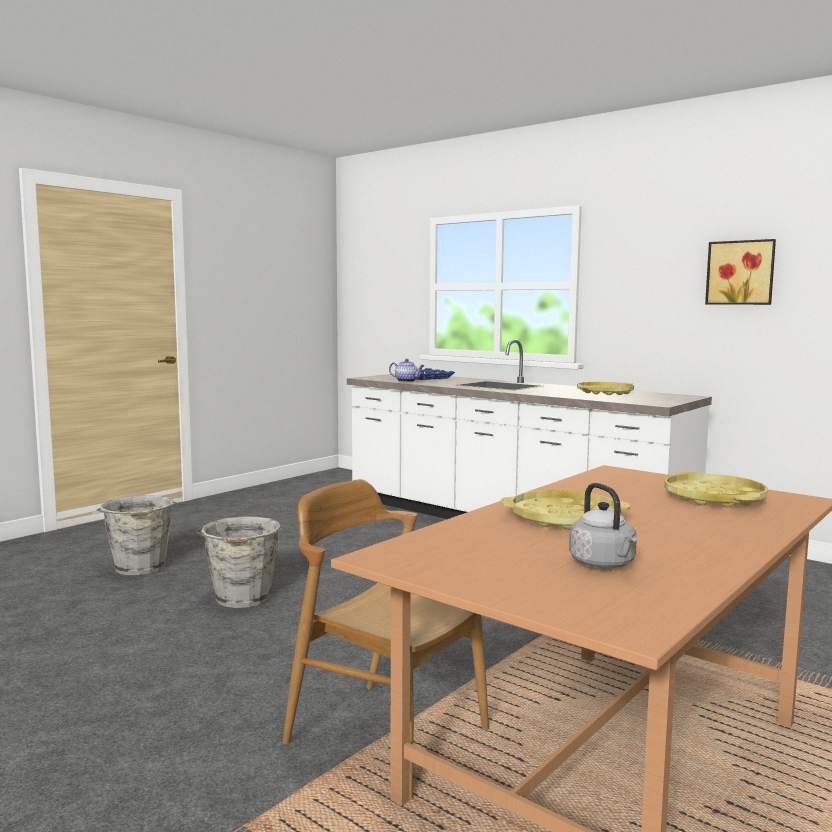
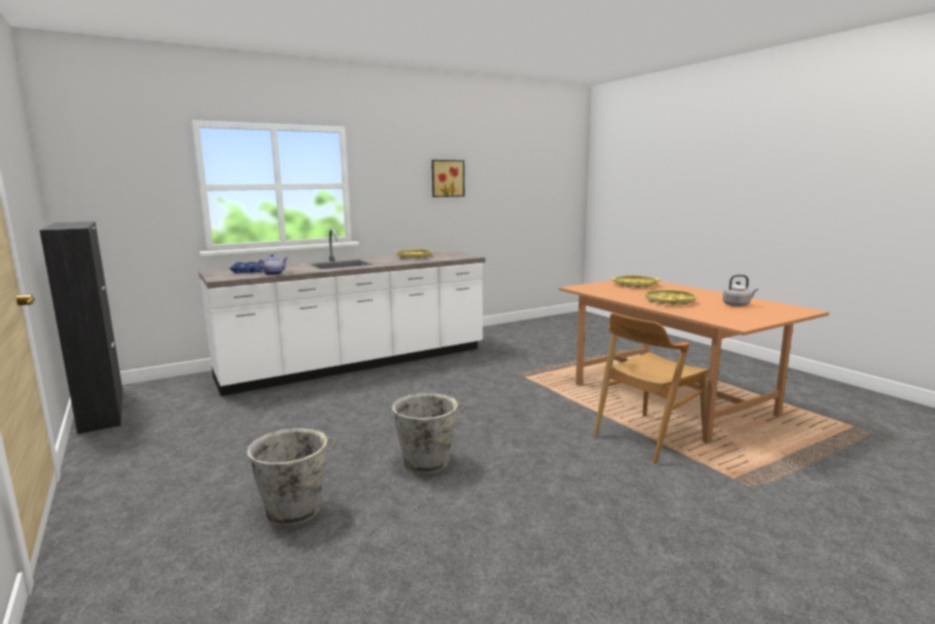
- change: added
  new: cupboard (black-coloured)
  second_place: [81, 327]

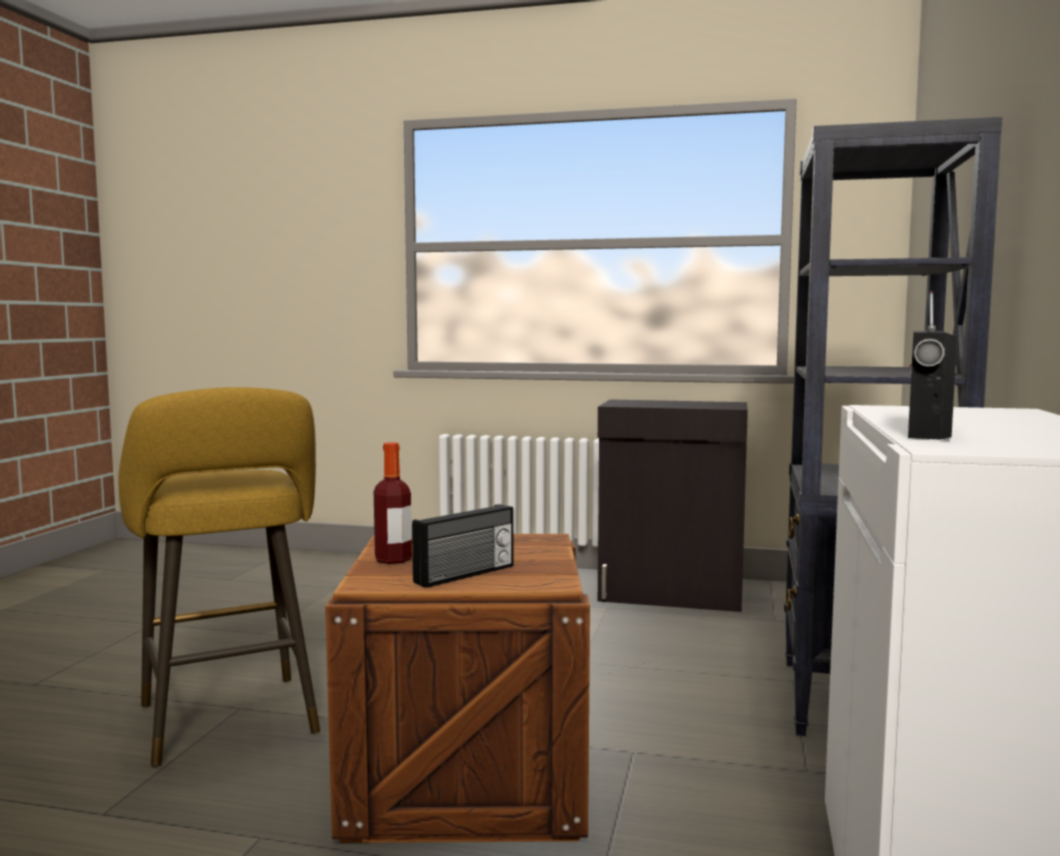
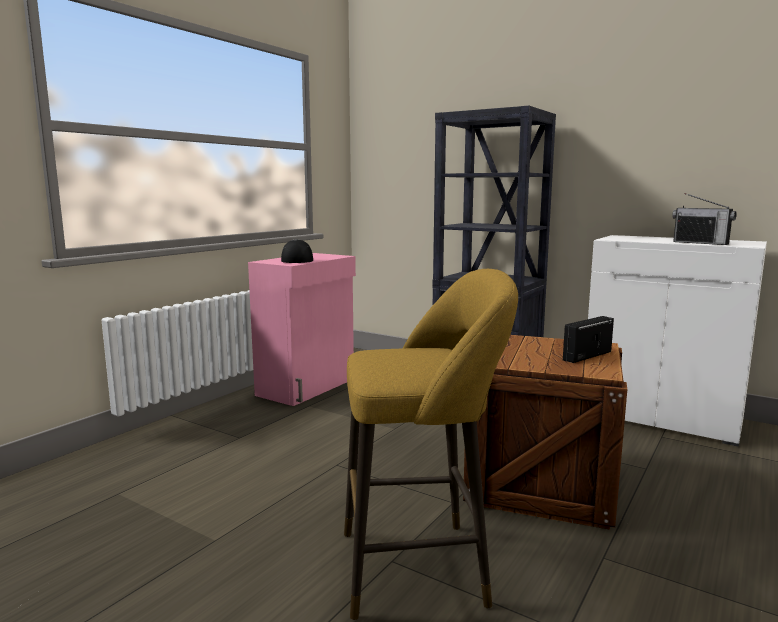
- change: removed
  old: beverage bottle
  first_place: [393, 503]
- change: added
  new: peaked cap
  second_place: [297, 251]
- change: recoloured
  old: cupboard (black-coloured)
  new: cupboard (pink)
  first_place: [673, 505]
  second_place: [302, 329]
- change: turned
  old: radio
  first_place: [463, 546]
  second_place: [588, 339]
  degrees: -105

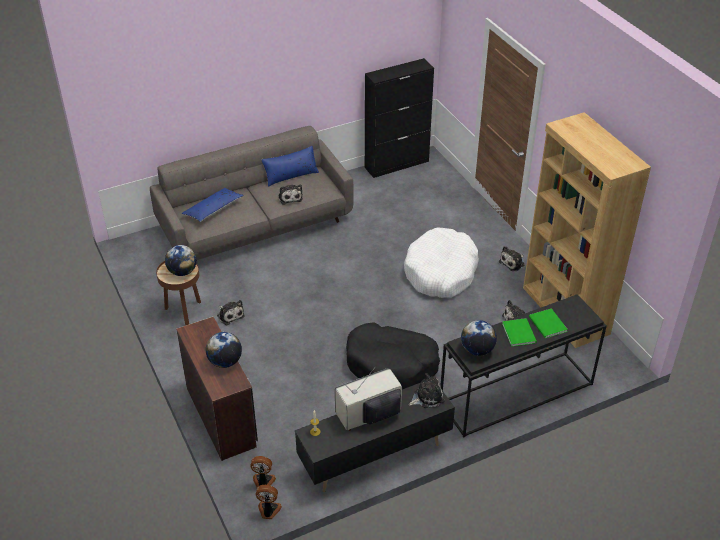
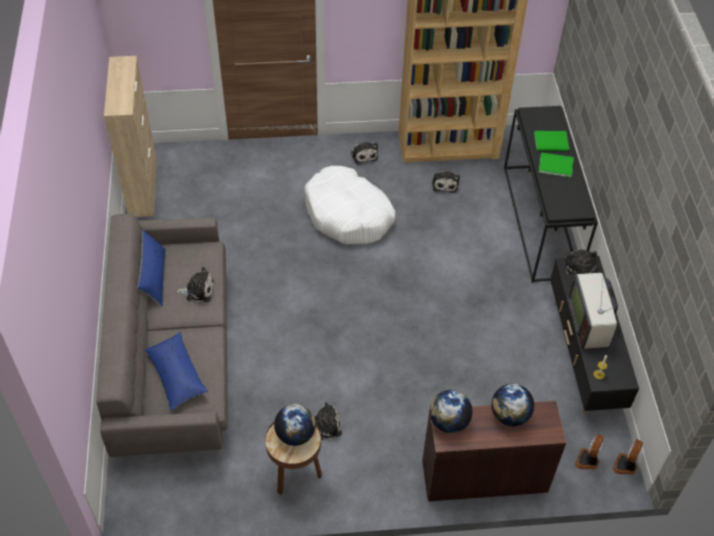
- change: removed
  old: dog cushion (black-coloured)
  first_place: [393, 355]
- change: moved
  old: world globe
  first_place: [479, 338]
  second_place: [451, 411]
- change: recoloured
  old: cupboard (black-coloured)
  new: cupboard (beige-coloured)
  first_place: [399, 118]
  second_place: [130, 136]

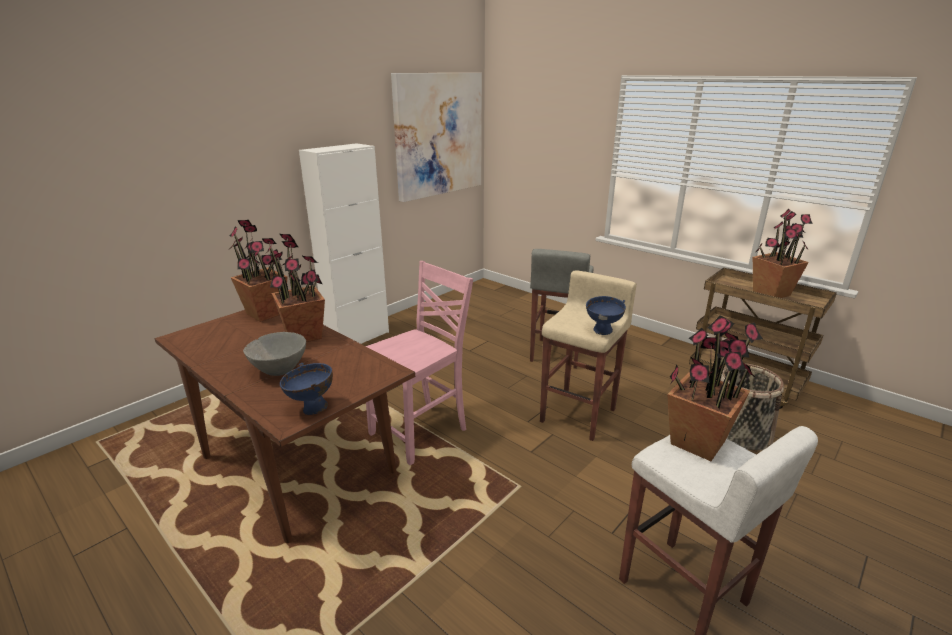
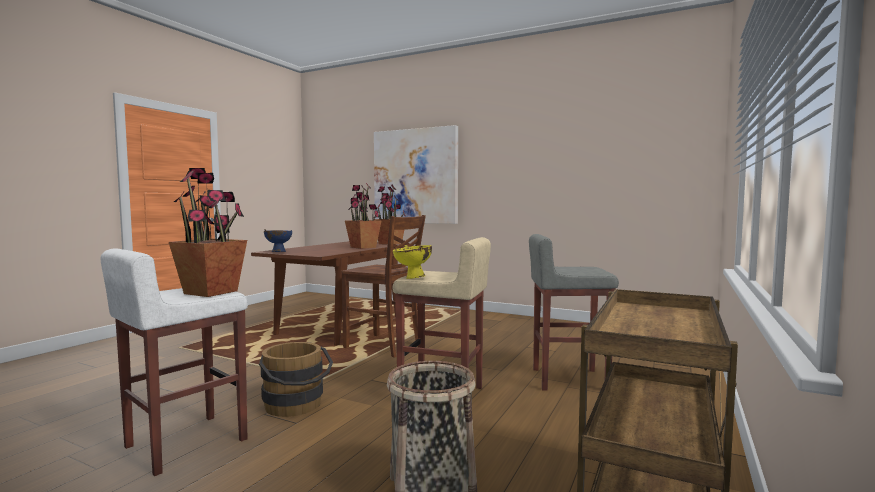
- change: removed
  old: deep dish (grey)
  first_place: [274, 354]
- change: removed
  old: cupboard (white-coloured)
  first_place: [344, 243]
- change: removed
  old: potted plant
  first_place: [783, 253]
- change: added
  new: bucket (brown-coloured)
  second_place: [296, 379]
- change: moved
  old: wall picture
  first_place: [436, 137]
  second_place: [416, 174]
- change: recoloured
  old: chair (pink)
  new: chair (brown-coloured)
  first_place: [419, 363]
  second_place: [383, 286]
- change: recoloured
  old: deep dish (blue)
  new: deep dish (yellow-coloured)
  first_place: [606, 315]
  second_place: [412, 262]

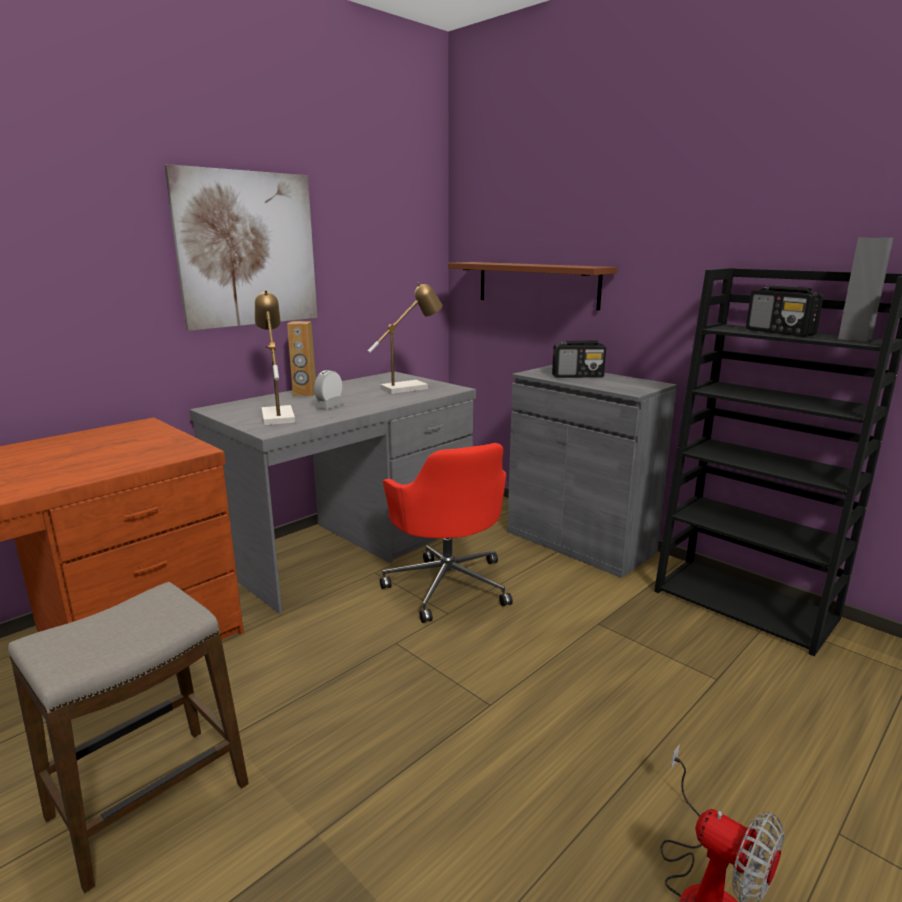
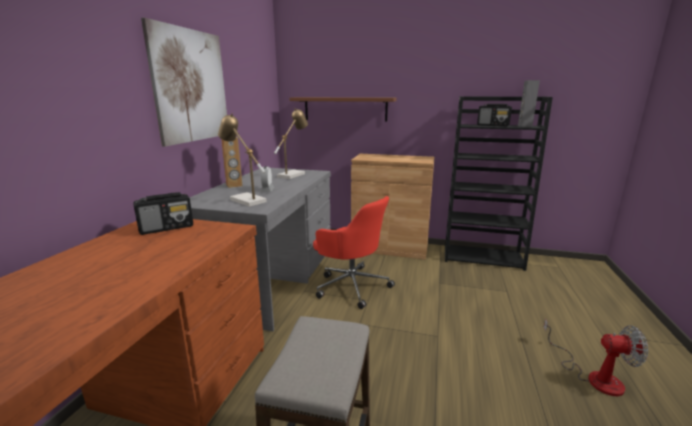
- change: moved
  old: radio
  first_place: [579, 359]
  second_place: [163, 213]
- change: recoloured
  old: cupboard (grey)
  new: cupboard (brown-coloured)
  first_place: [592, 471]
  second_place: [392, 206]

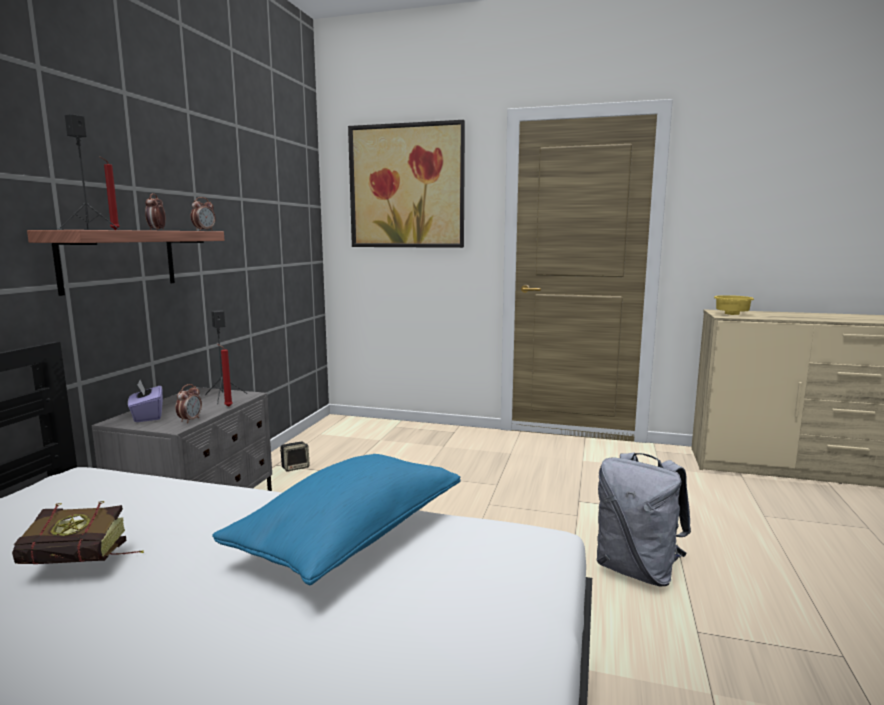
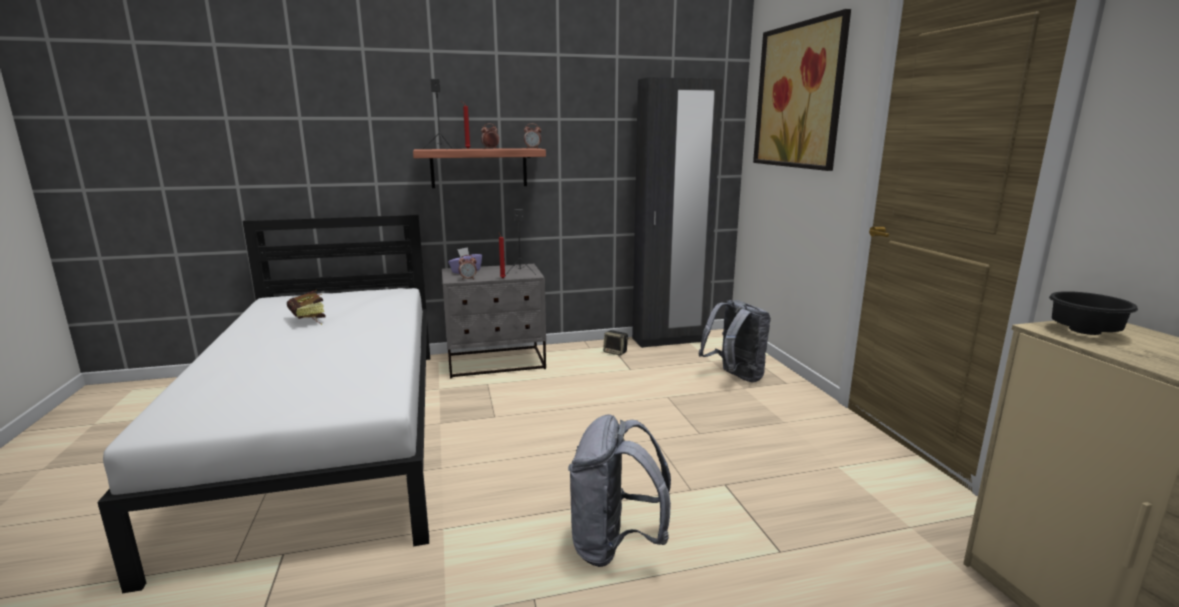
- change: removed
  old: throw pillow (blue)
  first_place: [336, 519]
- change: added
  new: wardrobe (black-coloured)
  second_place: [677, 212]
- change: added
  new: rucksack (grey)
  second_place: [735, 341]
- change: recoloured
  old: deep dish (yellow-coloured)
  new: deep dish (black-coloured)
  first_place: [734, 305]
  second_place: [1093, 313]

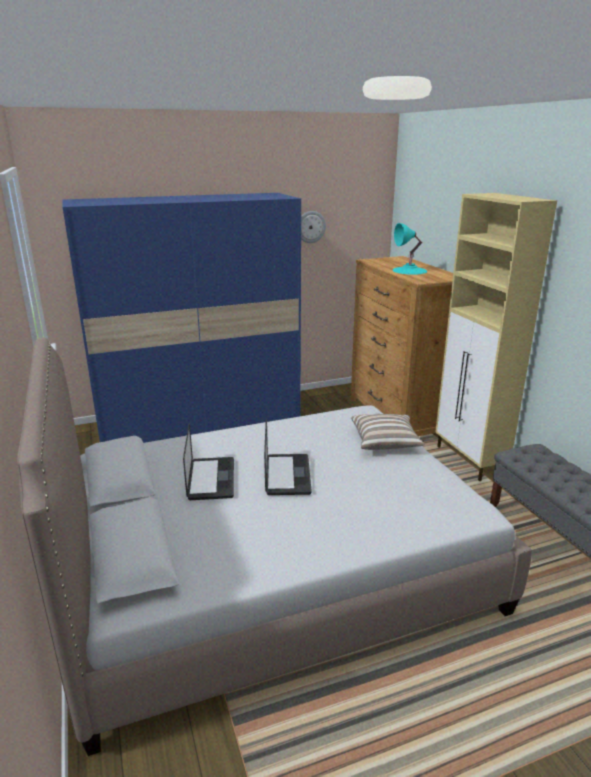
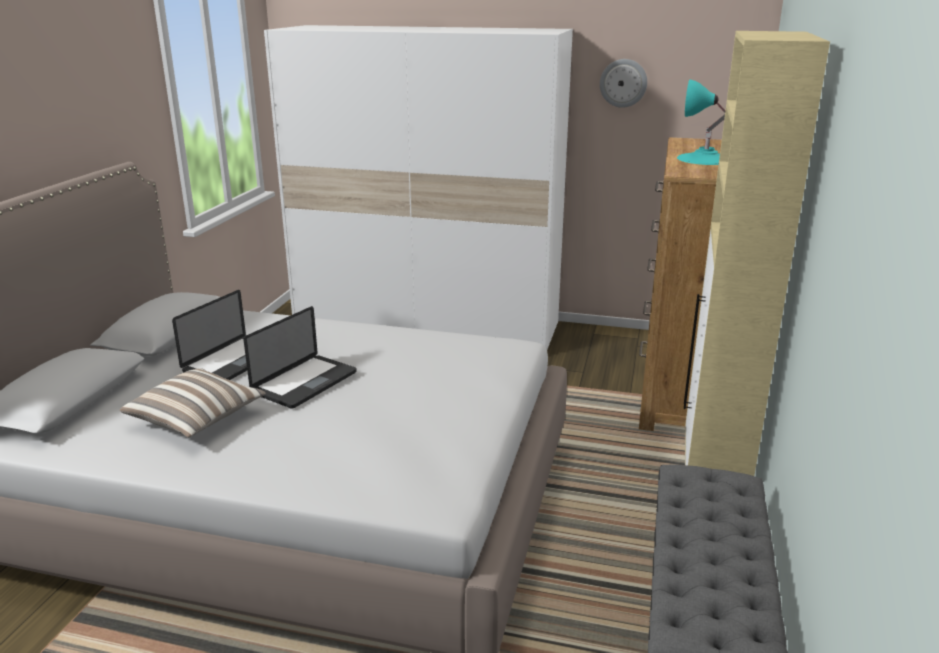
- change: moved
  old: throw pillow
  first_place: [388, 432]
  second_place: [193, 403]
- change: recoloured
  old: wardrobe (blue)
  new: wardrobe (white-coloured)
  first_place: [181, 318]
  second_place: [418, 187]

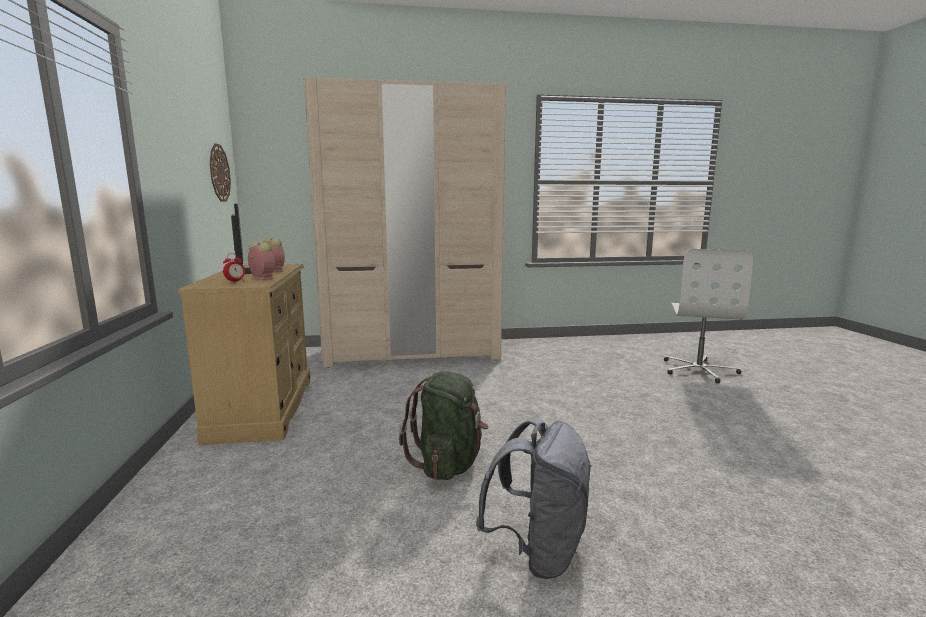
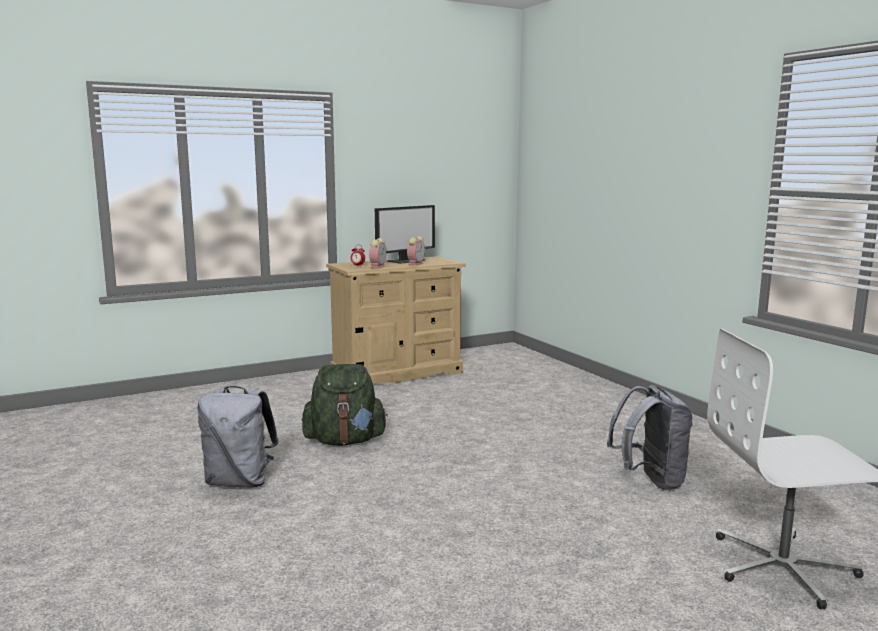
- change: removed
  old: hanging clock
  first_place: [220, 172]
- change: removed
  old: wardrobe (beige-coloured)
  first_place: [405, 222]
- change: added
  new: rucksack (grey)
  second_place: [650, 437]

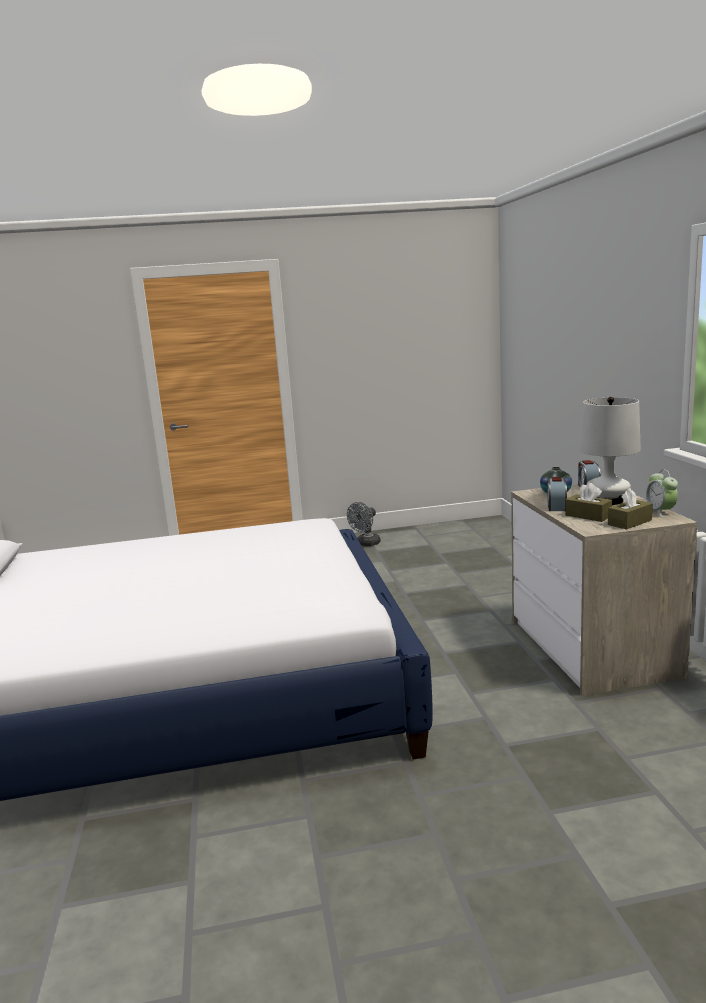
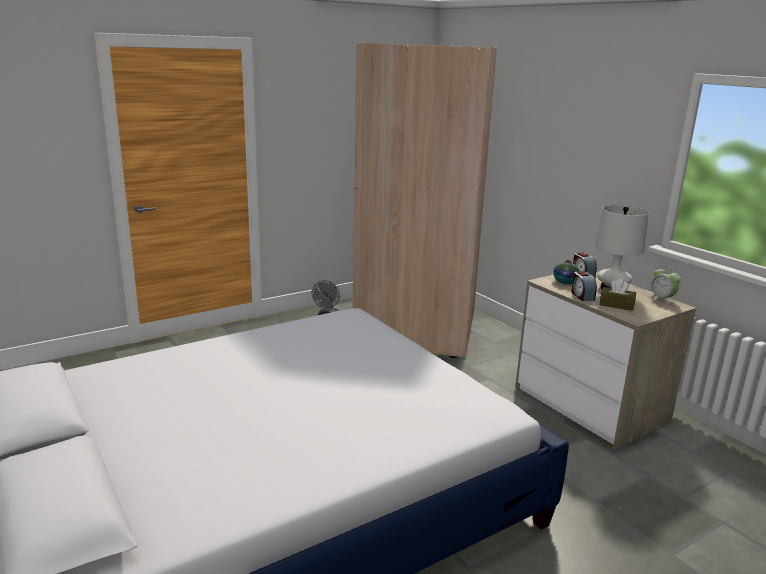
- change: removed
  old: box of tissues (brown-coloured)
  first_place: [630, 509]
- change: added
  new: wardrobe (beige-coloured)
  second_place: [425, 200]

